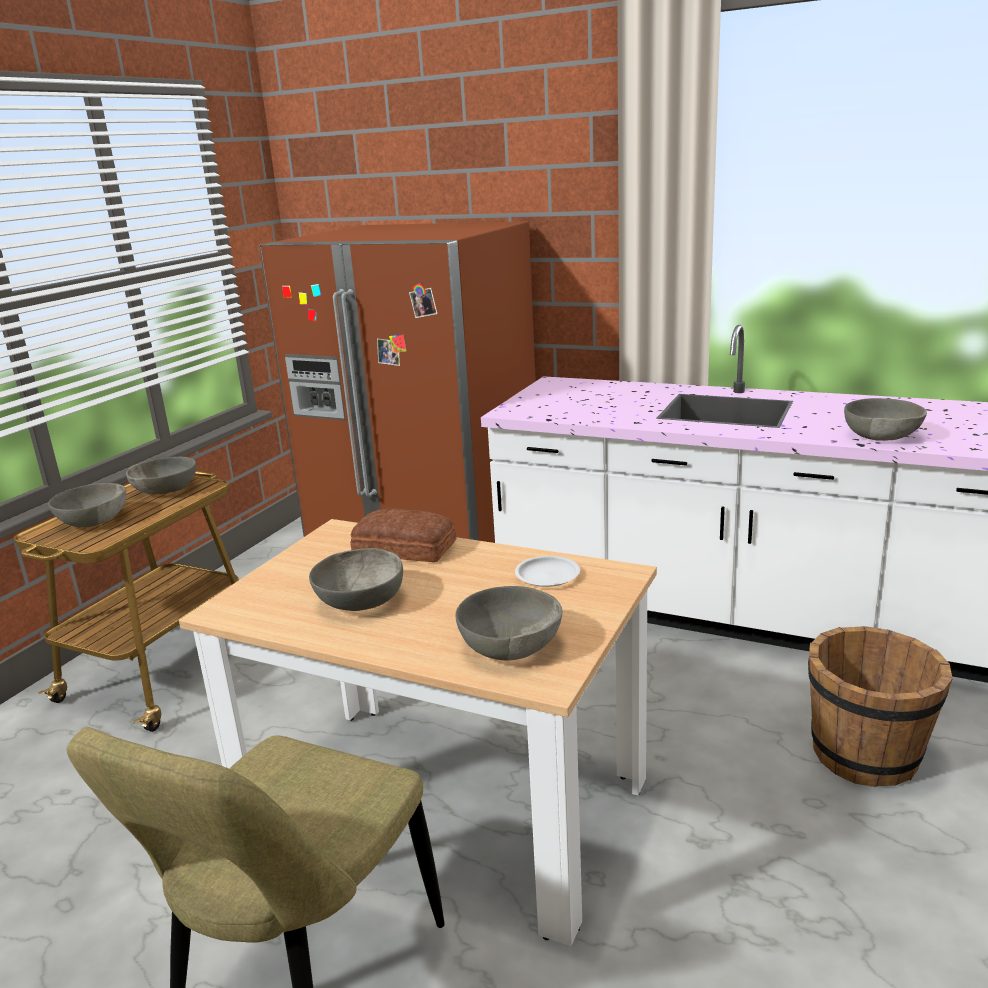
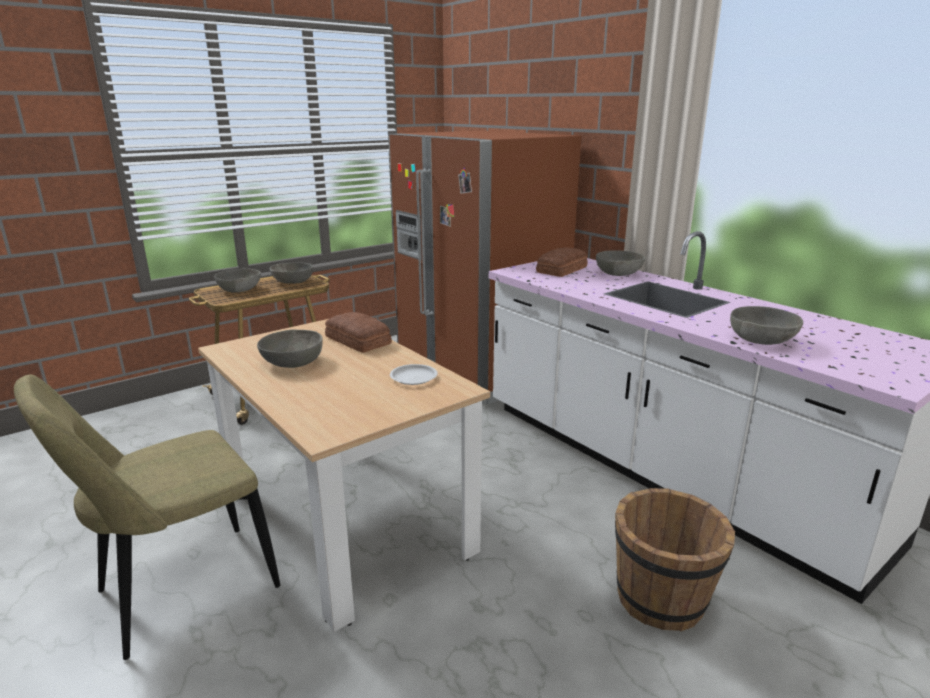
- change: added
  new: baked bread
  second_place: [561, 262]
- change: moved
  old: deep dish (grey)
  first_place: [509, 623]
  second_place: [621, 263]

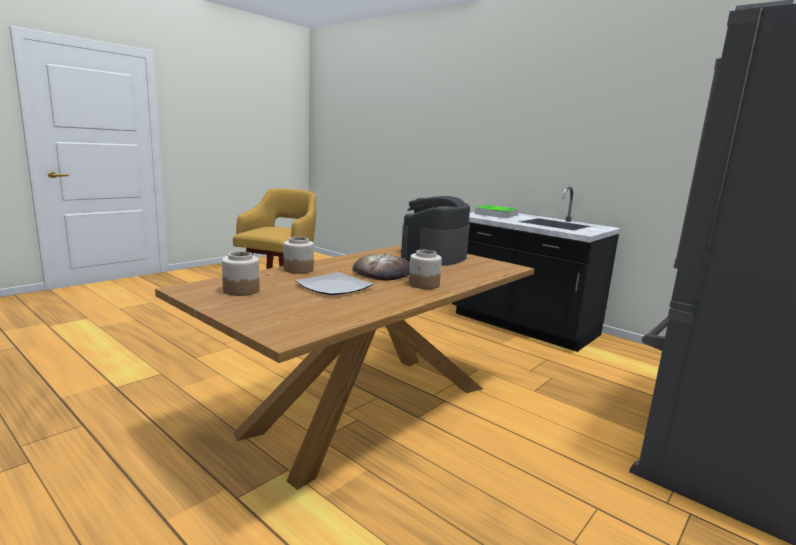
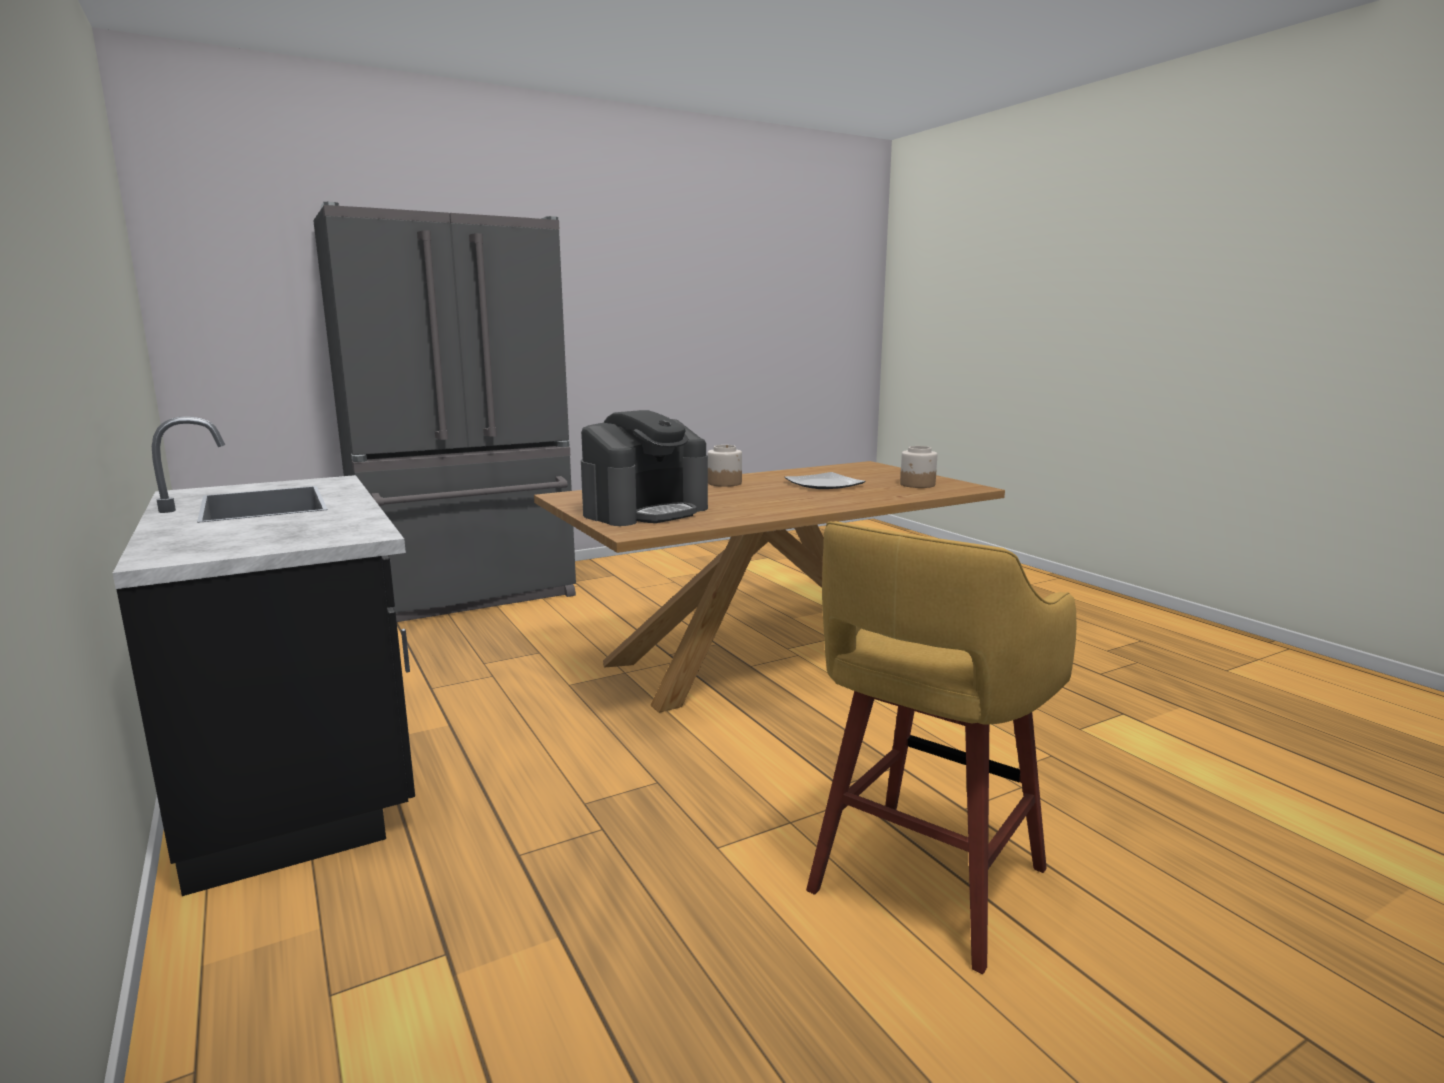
- change: removed
  old: preserve jar
  first_place: [299, 255]
- change: removed
  old: baked bread
  first_place: [381, 267]
- change: removed
  old: tray
  first_place: [497, 211]

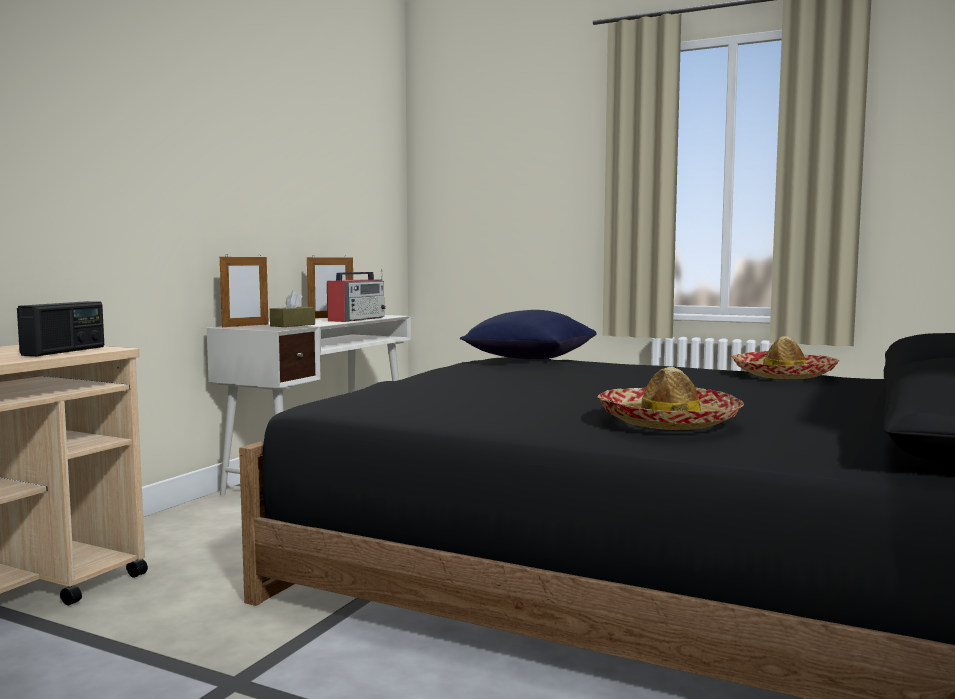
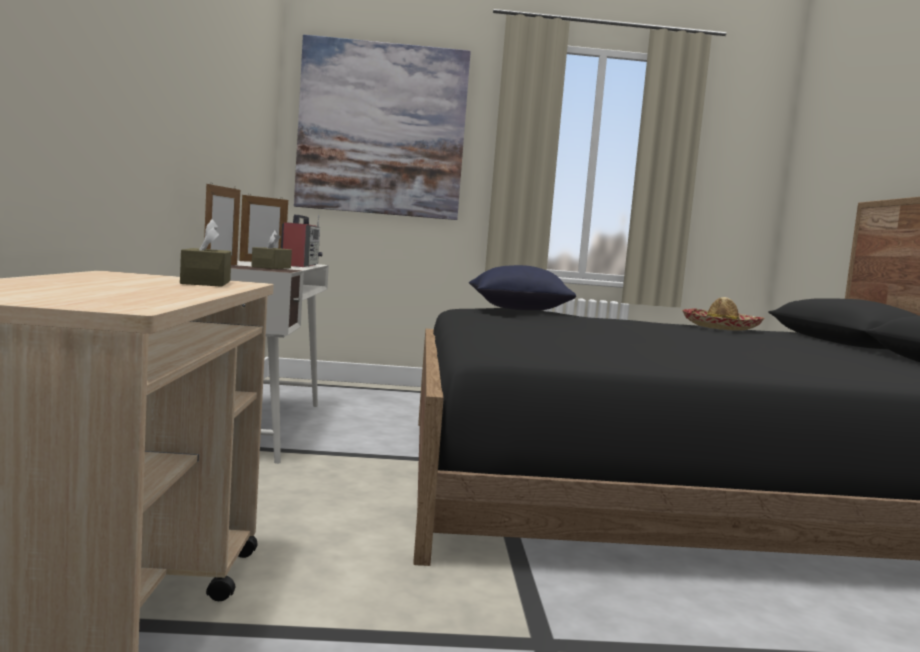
- change: removed
  old: wearable hat
  first_place: [670, 398]
- change: added
  new: wall picture
  second_place: [382, 127]
- change: replaced
  old: radio
  new: box of tissues (brown-coloured)
  first_place: [60, 328]
  second_place: [206, 253]

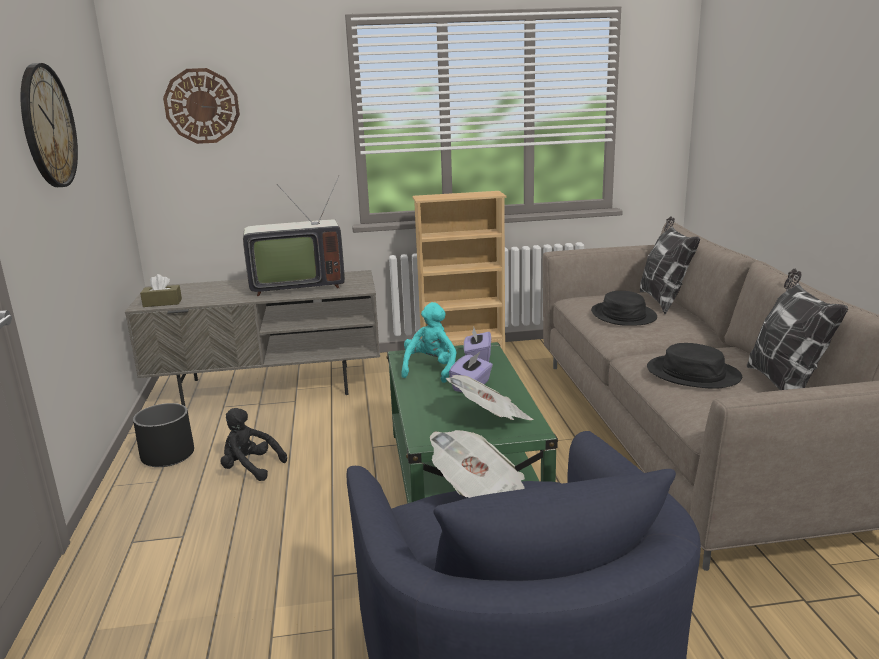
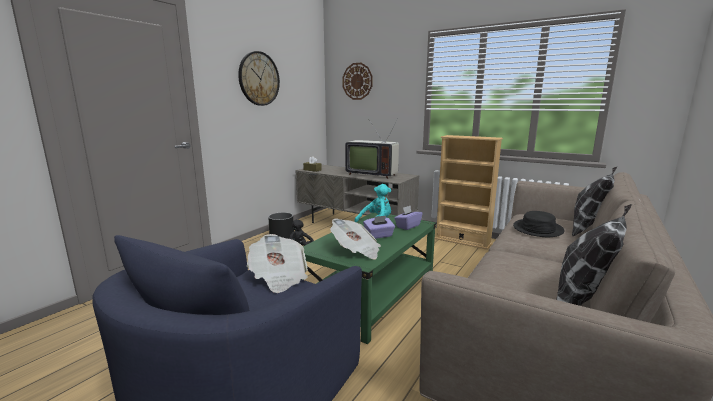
- change: removed
  old: wearable hat (black-coloured)
  first_place: [694, 366]

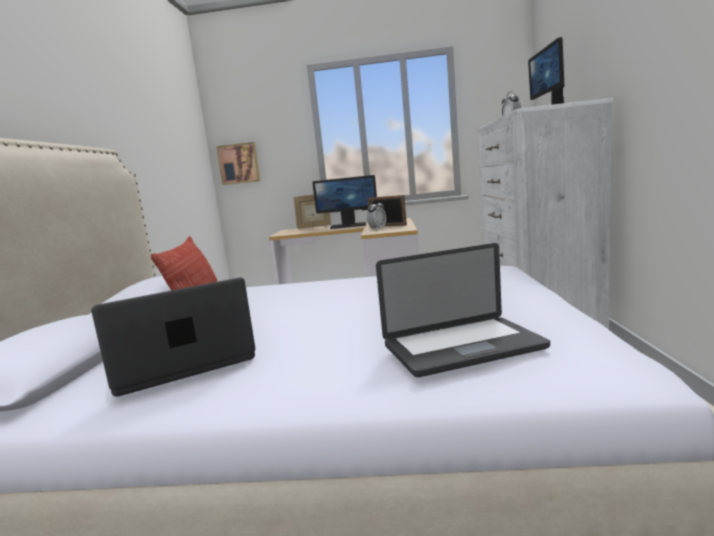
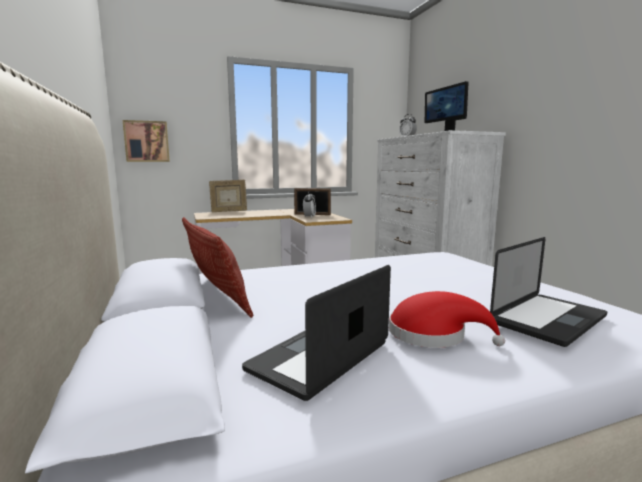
- change: removed
  old: computer screen
  first_place: [344, 202]
- change: added
  new: wearable hat (red)
  second_place: [447, 319]

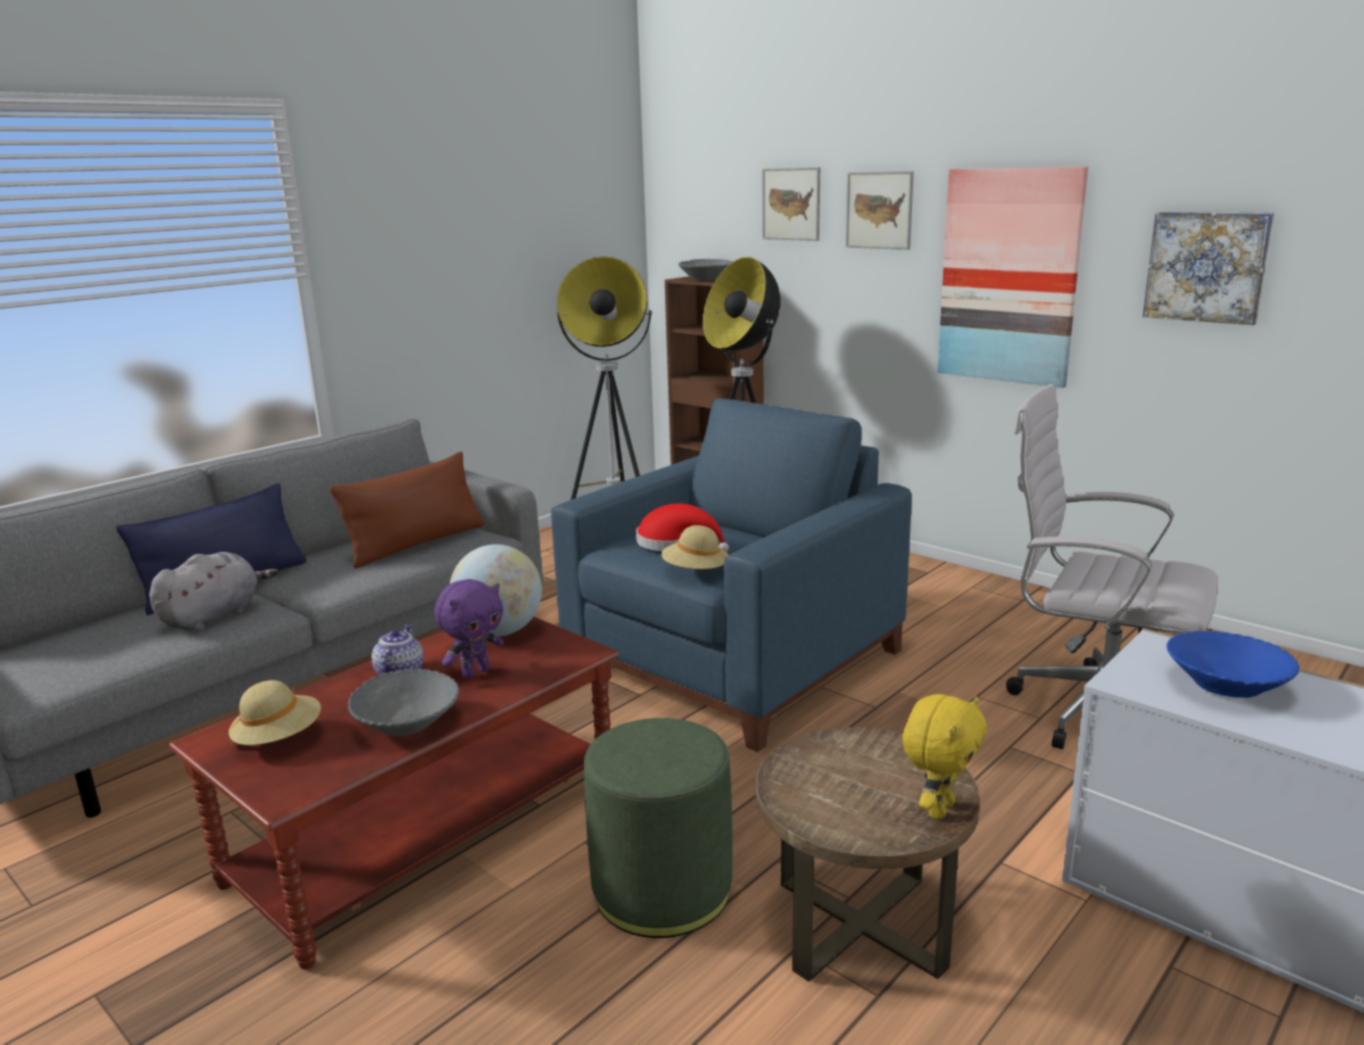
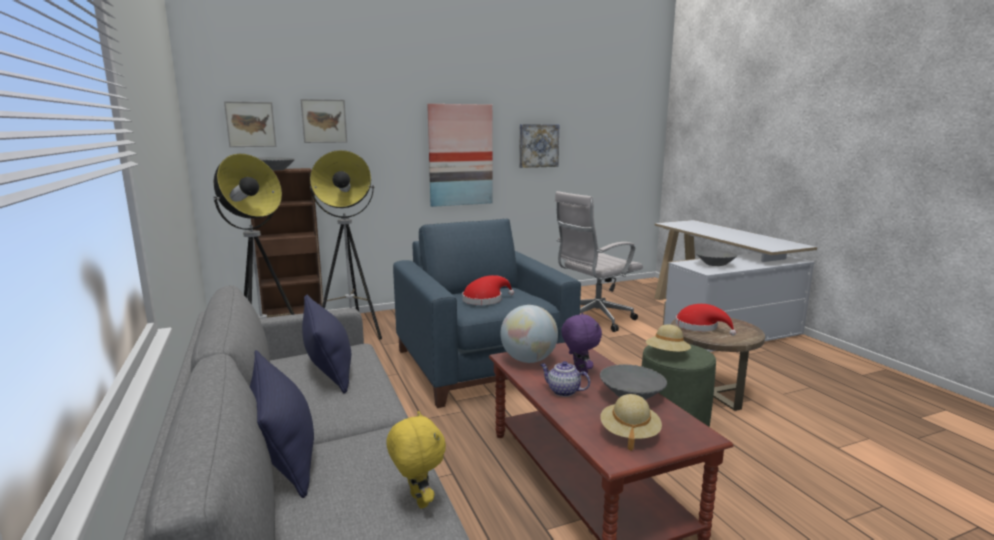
- change: removed
  old: cuddly toy (grey)
  first_place: [213, 591]
- change: added
  new: wearable hat (red)
  second_place: [705, 320]
- change: moved
  old: wearable hat (beige-coloured)
  first_place: [694, 547]
  second_place: [668, 338]
- change: moved
  old: wall picture
  first_place: [880, 210]
  second_place: [250, 124]
- change: moved
  old: cuddly toy (yellow-coloured)
  first_place: [944, 756]
  second_place: [416, 460]
- change: recoloured
  old: throw pillow (brown-coloured)
  new: throw pillow (blue)
  first_place: [407, 510]
  second_place: [326, 344]
- change: recoloured
  old: deep dish (blue)
  new: deep dish (grey)
  first_place: [1233, 664]
  second_place: [717, 258]

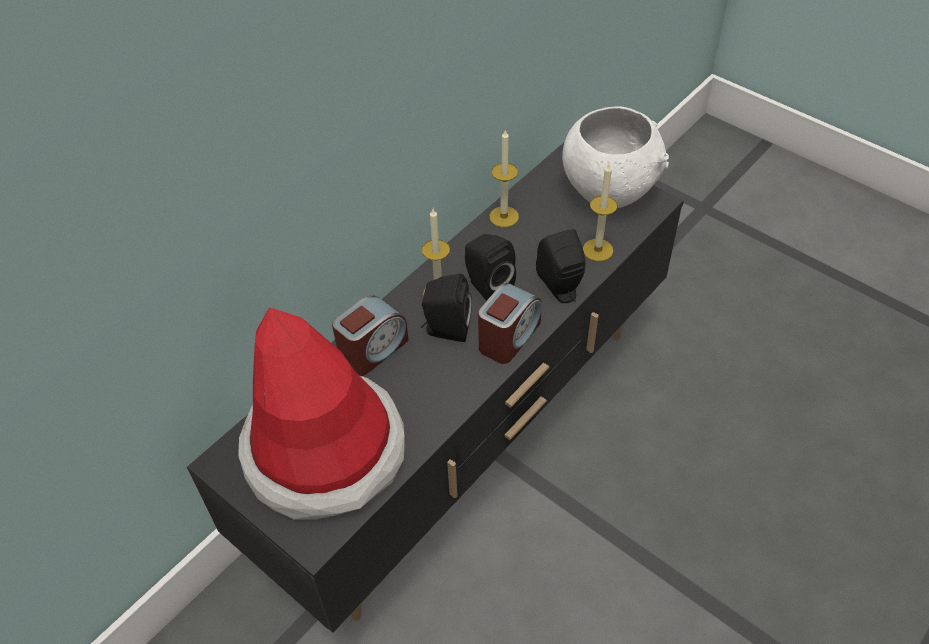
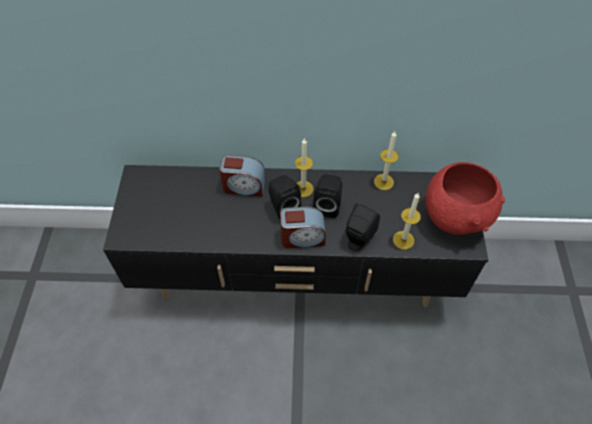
- change: removed
  old: wearable hat
  first_place: [322, 413]
- change: recoloured
  old: deep dish (white-coloured)
  new: deep dish (red)
  first_place: [615, 157]
  second_place: [465, 198]

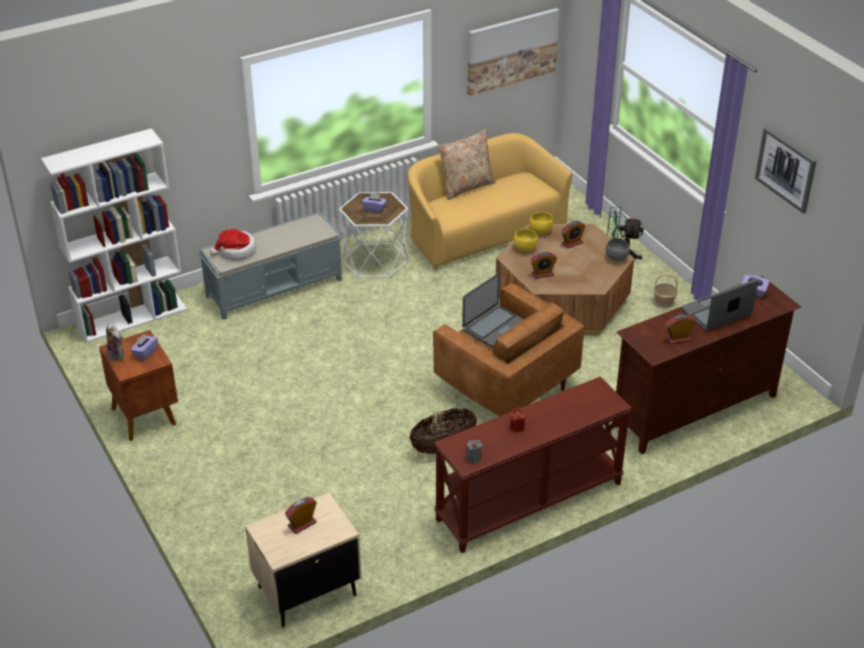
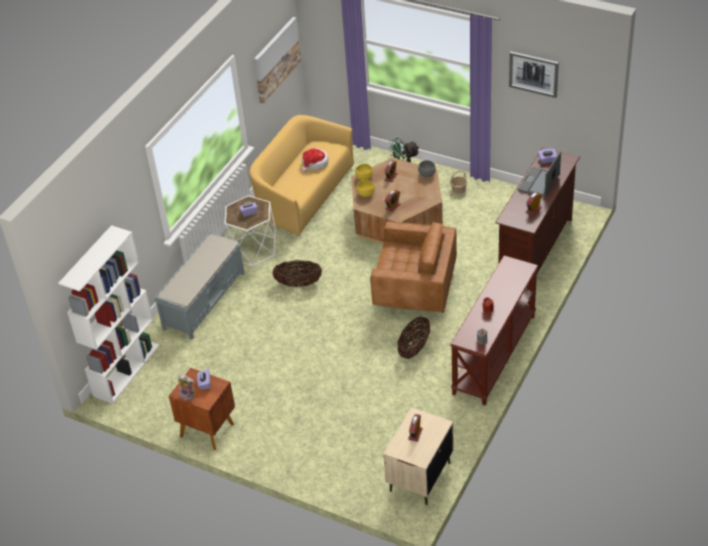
- change: removed
  old: throw pillow (beige-coloured)
  first_place: [467, 164]
- change: removed
  old: notebook computer
  first_place: [493, 310]
- change: added
  new: household basket
  second_place: [297, 273]
- change: moved
  old: wearable hat
  first_place: [233, 244]
  second_place: [315, 160]

